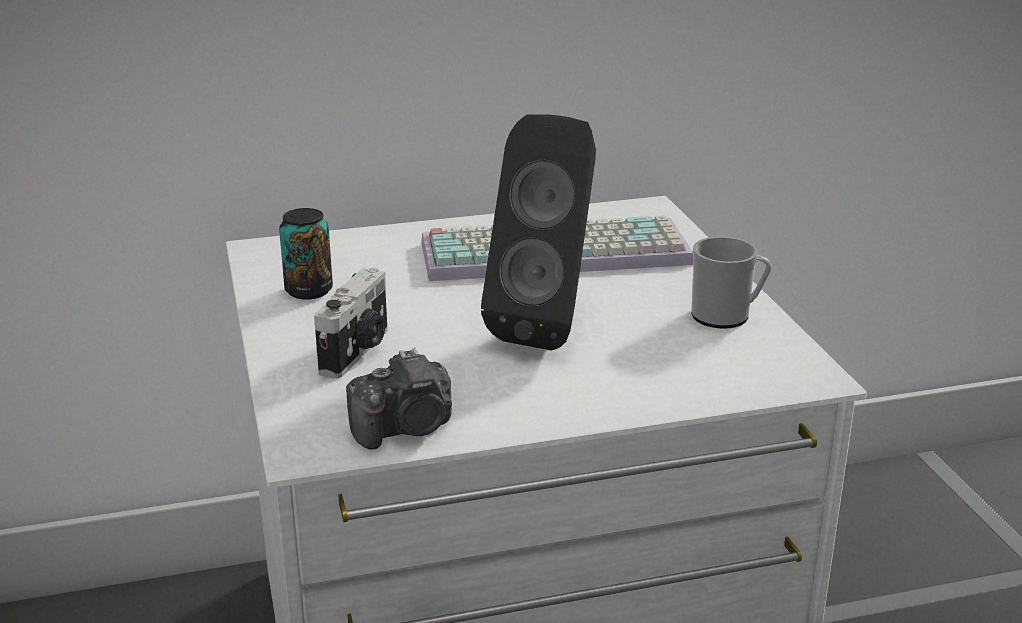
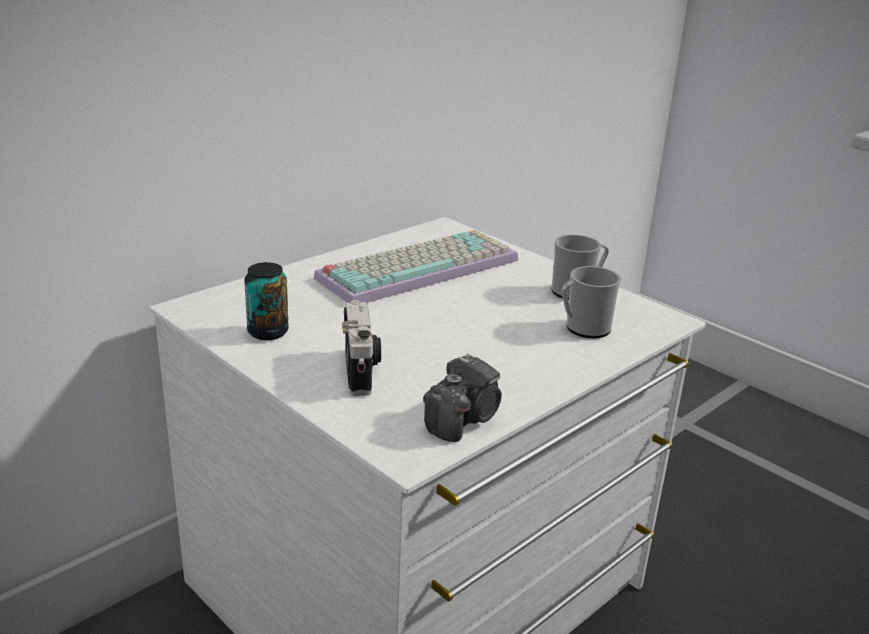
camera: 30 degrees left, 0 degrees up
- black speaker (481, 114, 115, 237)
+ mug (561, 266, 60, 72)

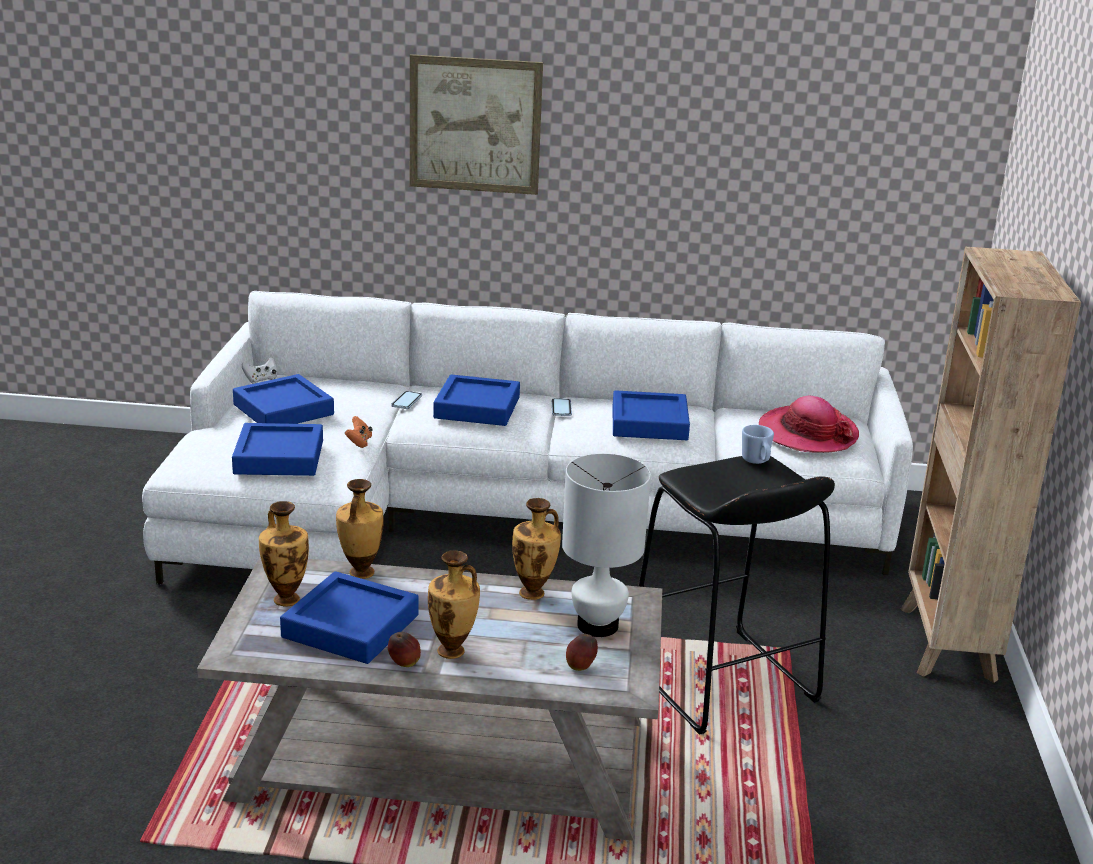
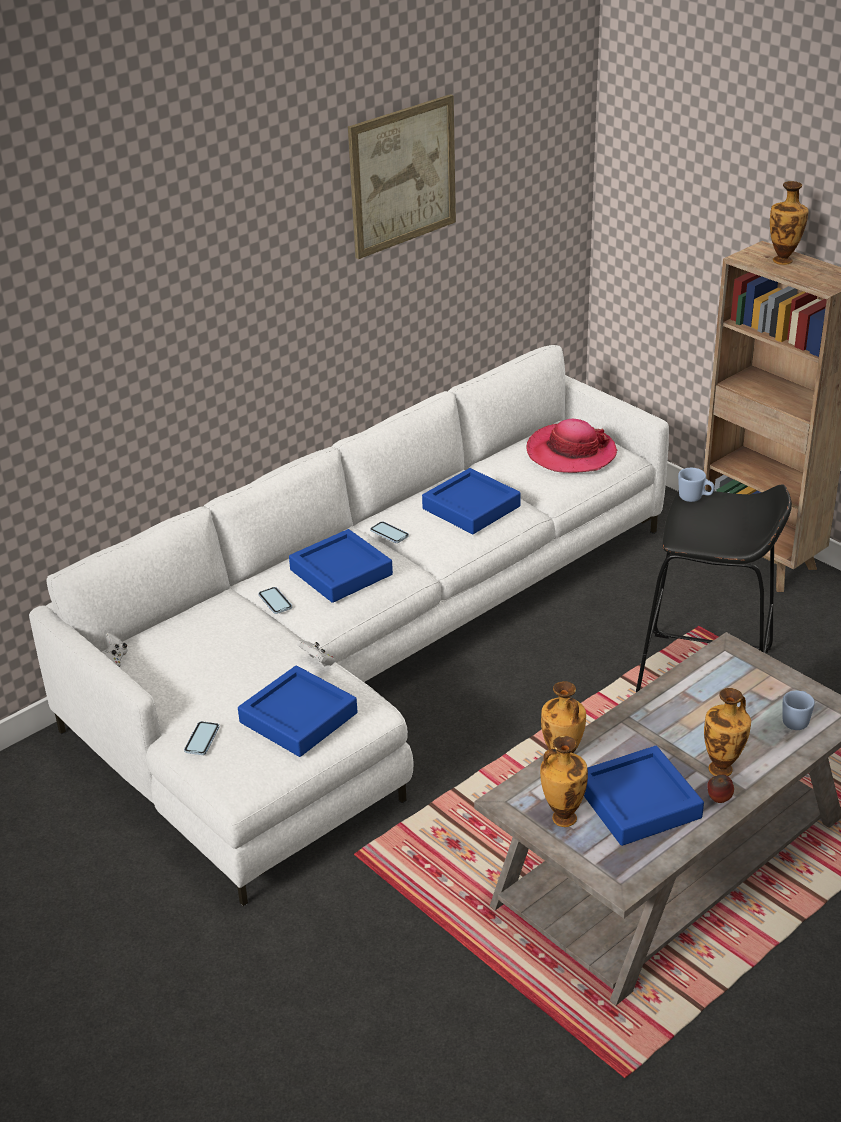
camera: 45 degrees left, 10 degrees up
- blue tray (233, 374, 101, 50)
- white table lamp (562, 454, 89, 183)
+ phone (184, 721, 36, 34)
~ picture (410, 54, 133, 141) to (348, 94, 108, 165)
~ vase (512, 498, 49, 102) to (770, 181, 39, 84)
~ apple (566, 634, 32, 37) to blue mug (782, 691, 33, 39)
~ orange game controller (345, 416, 28, 32) to white game controller (297, 640, 38, 26)

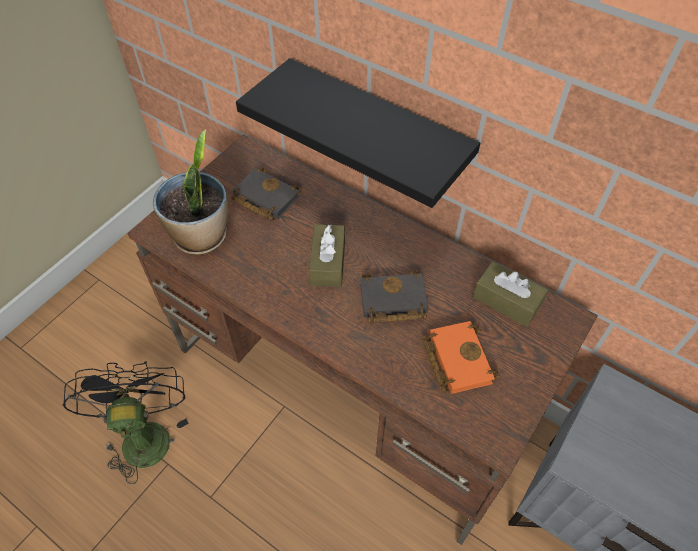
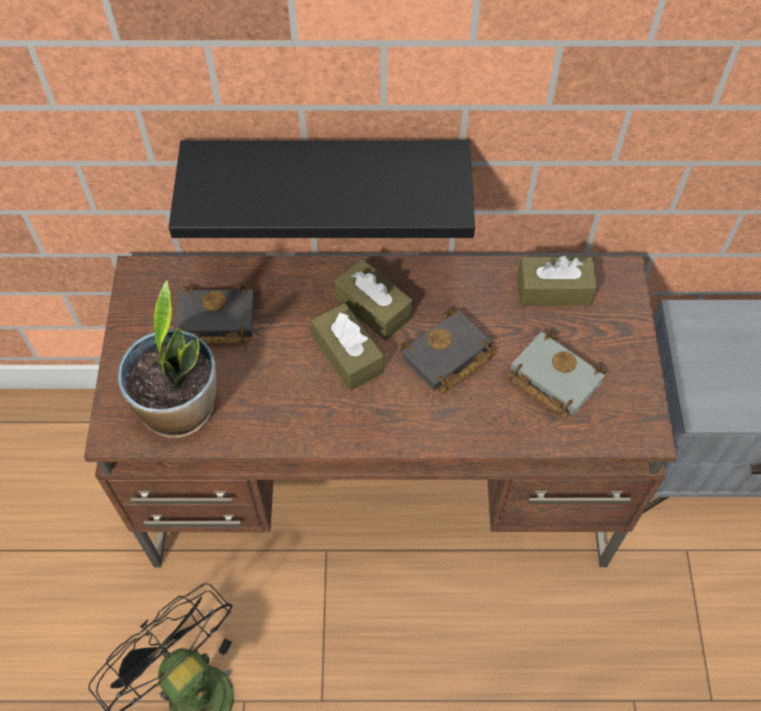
camera: 35 degrees left, 5 degrees up
+ brown tissue box (334, 259, 79, 81)
~ orange book (422, 321, 78, 73) to grey book (508, 331, 98, 87)

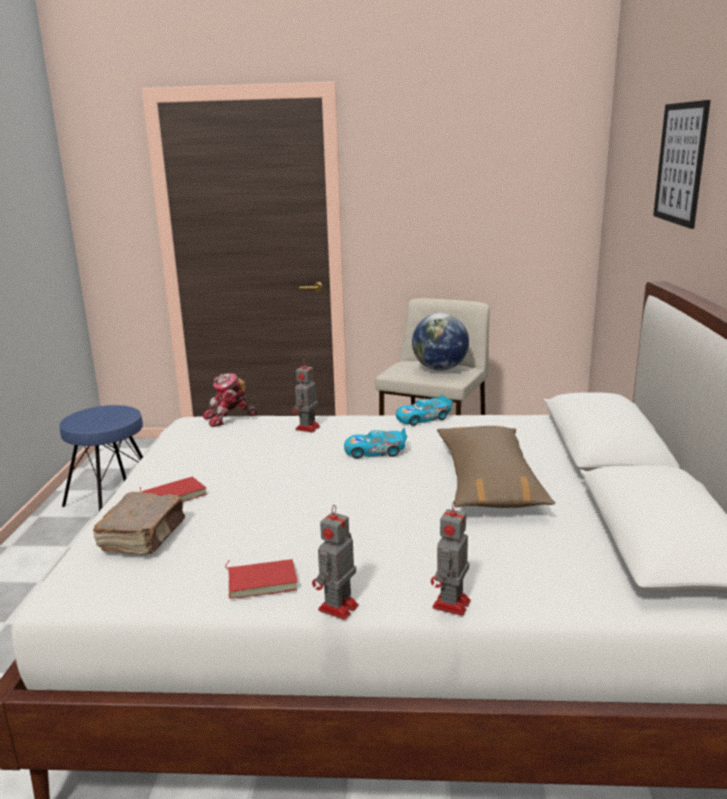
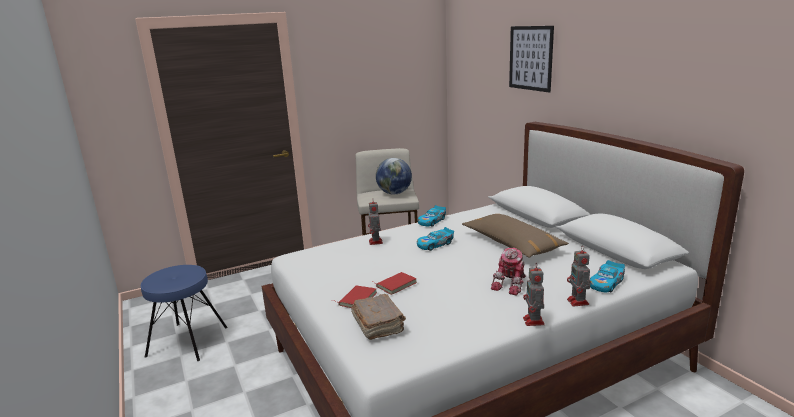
camera: 30 degrees left, 0 degrees up
+ toy car (590, 260, 35, 32)
~ toy robot (203, 373, 54, 54) to (491, 248, 35, 48)
~ red book (225, 559, 73, 40) to (373, 272, 44, 23)

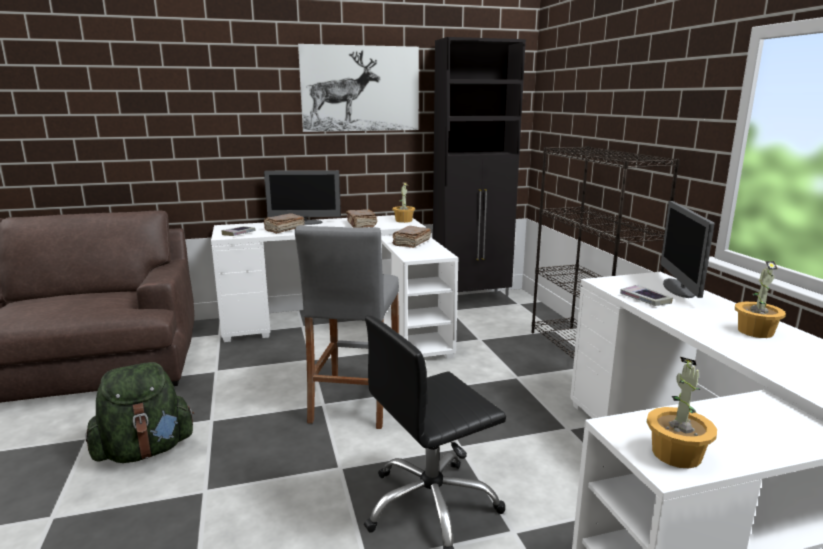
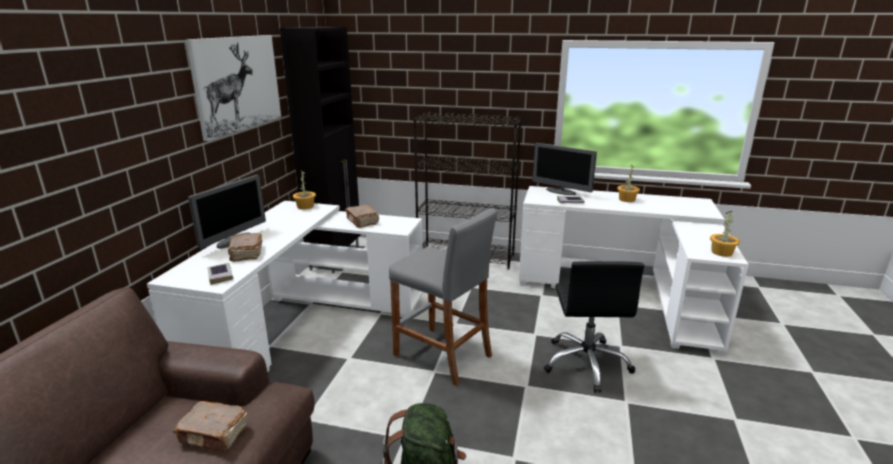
camera: 60 degrees left, 5 degrees up
~ brown book (346, 209, 31, 19) to (173, 401, 75, 51)

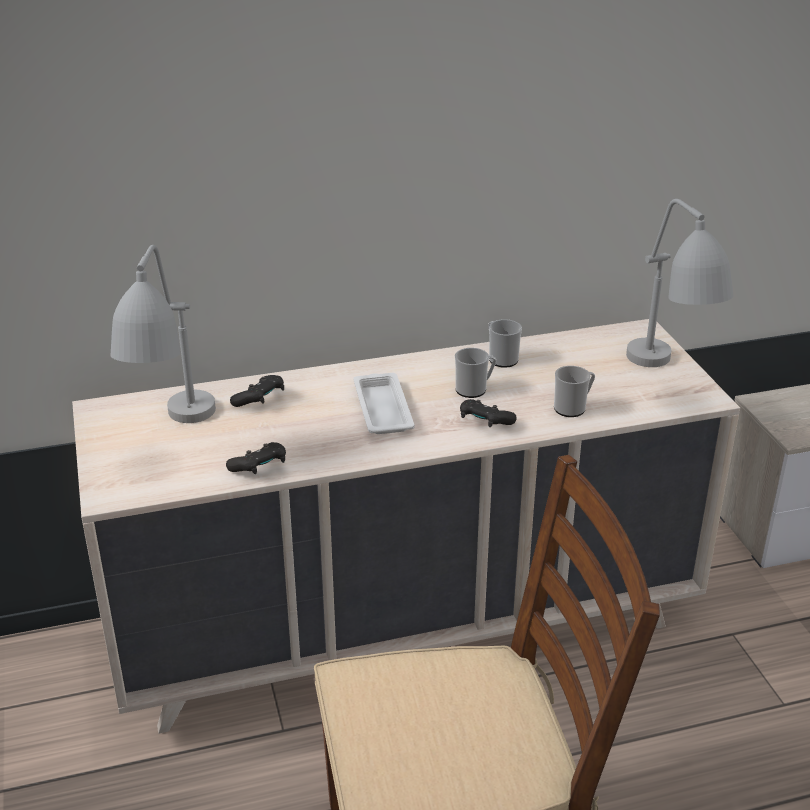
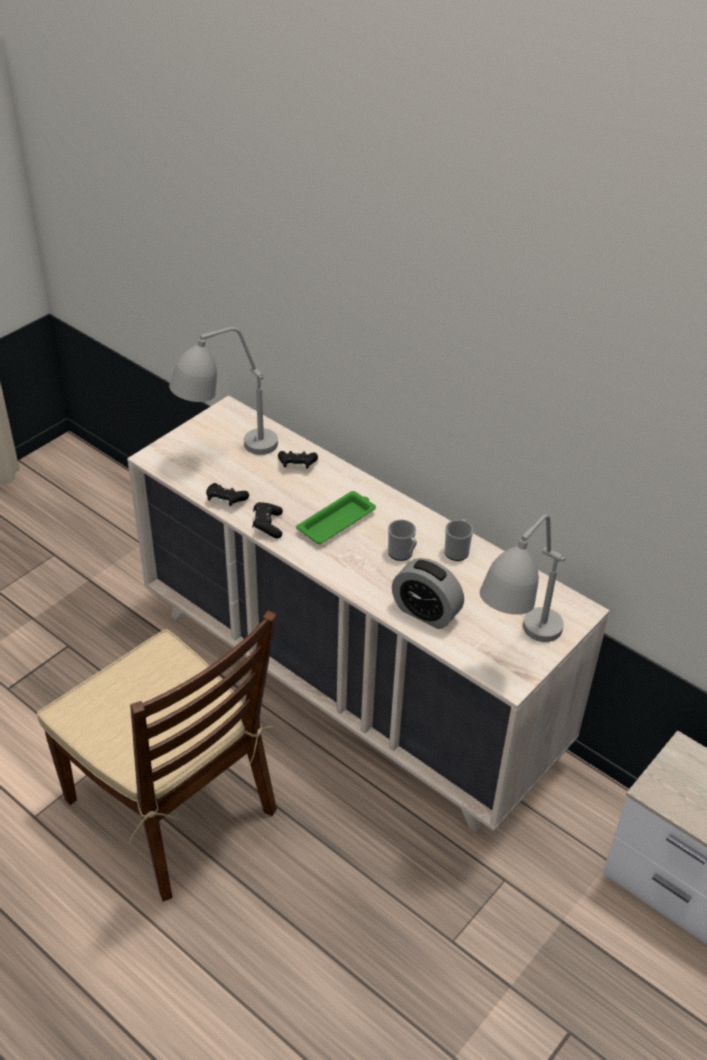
camera: 55 degrees right, 10 degrees up
~ black game controller (460, 399, 57, 28) to (252, 502, 31, 36)
~ mug (554, 366, 41, 51) to alarm clock (392, 558, 72, 71)
~ white tray (353, 373, 62, 61) to green tray (296, 491, 80, 53)

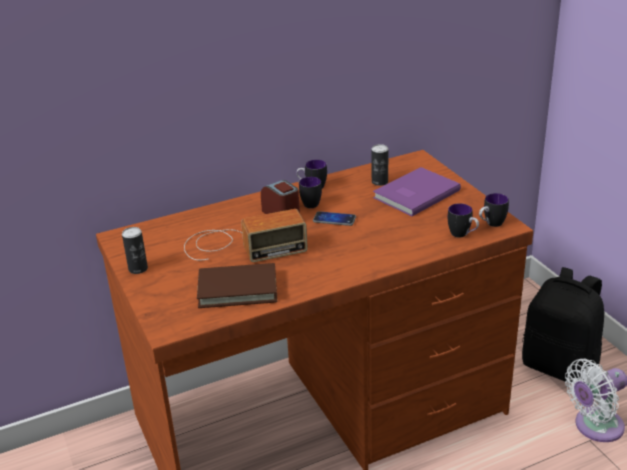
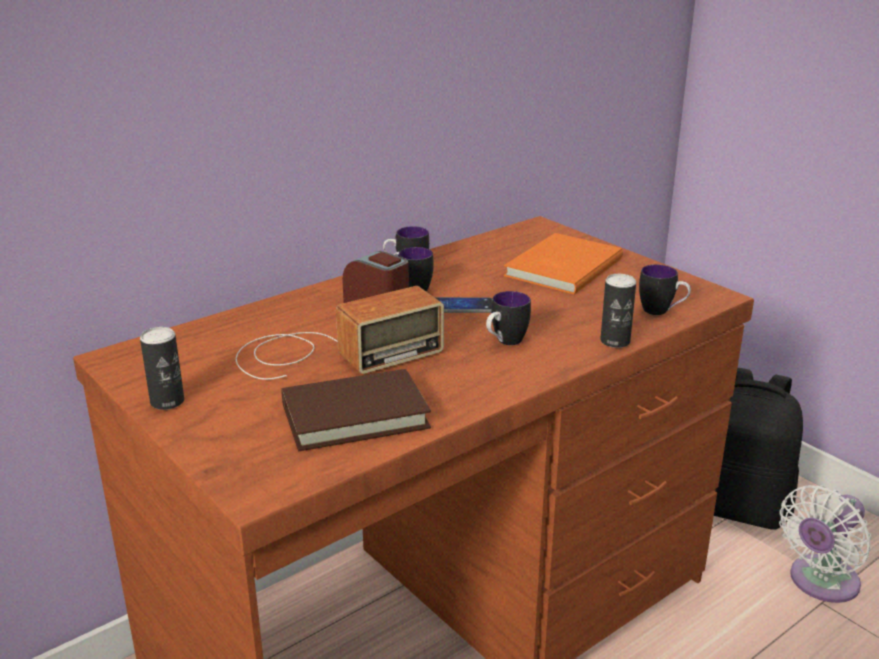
camera: 15 degrees left, 5 degrees down
~ can (372, 144, 16, 42) to (600, 274, 36, 74)
~ mug (479, 193, 30, 34) to (486, 291, 45, 54)
~ purple book (373, 167, 88, 49) to orange book (504, 233, 119, 61)

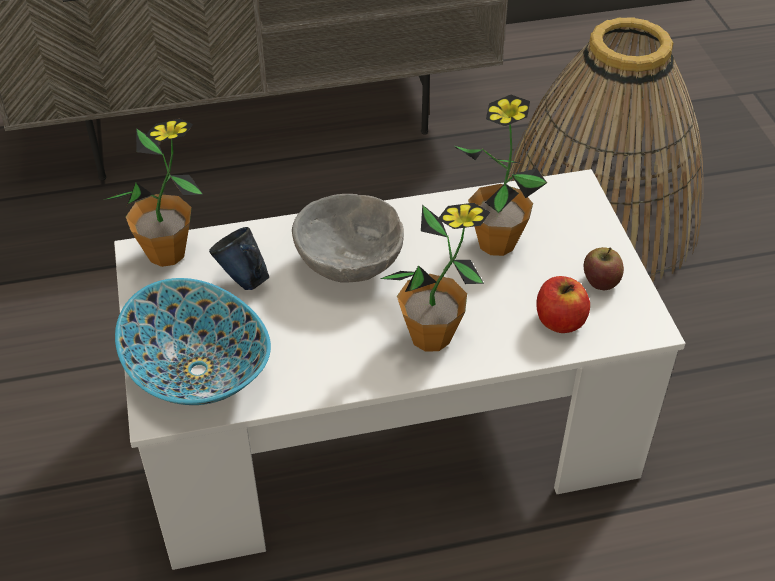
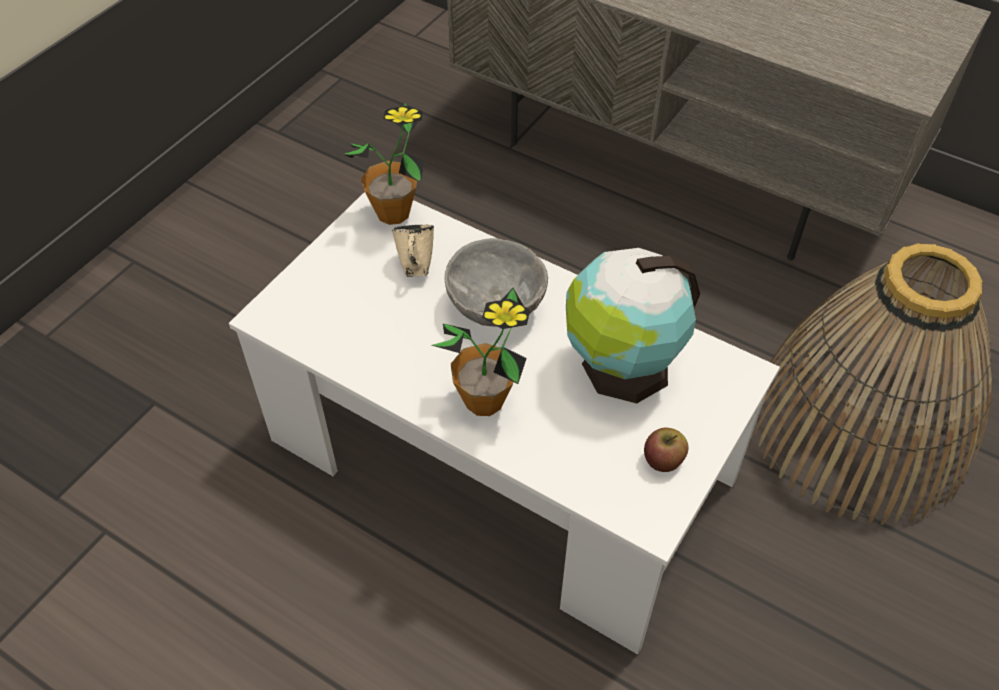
camera: 45 degrees right, 5 degrees up
- bowl (115, 278, 156, 127)
- apple (536, 276, 54, 57)
~ potted plant (454, 95, 93, 161) to globe (566, 248, 134, 156)
~ blue mug (209, 227, 60, 63) to beige mug (392, 225, 42, 52)

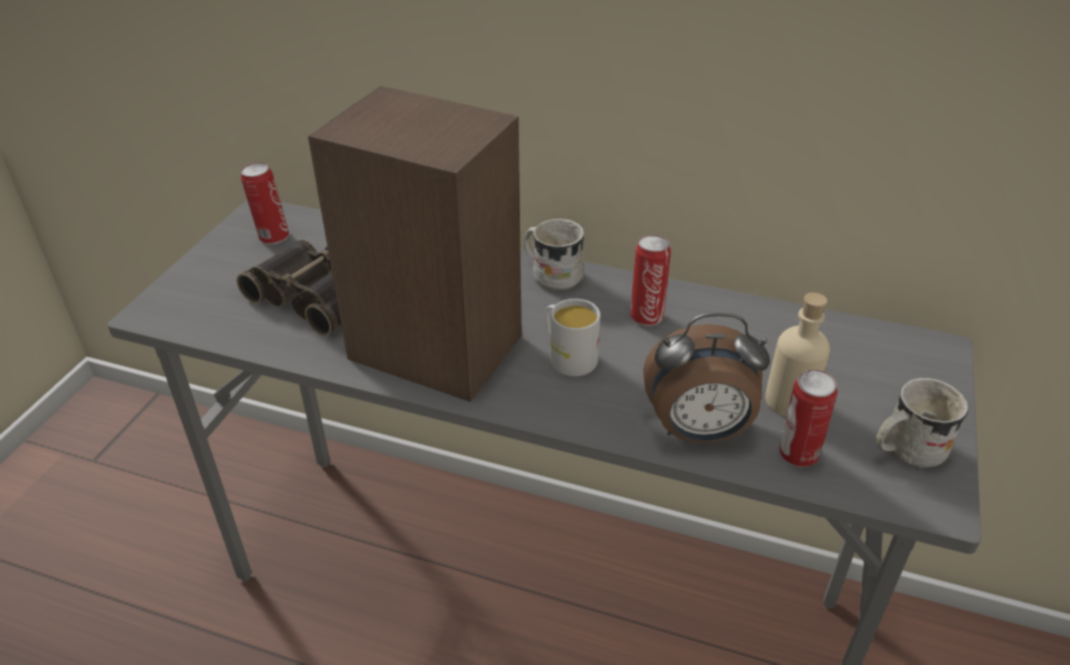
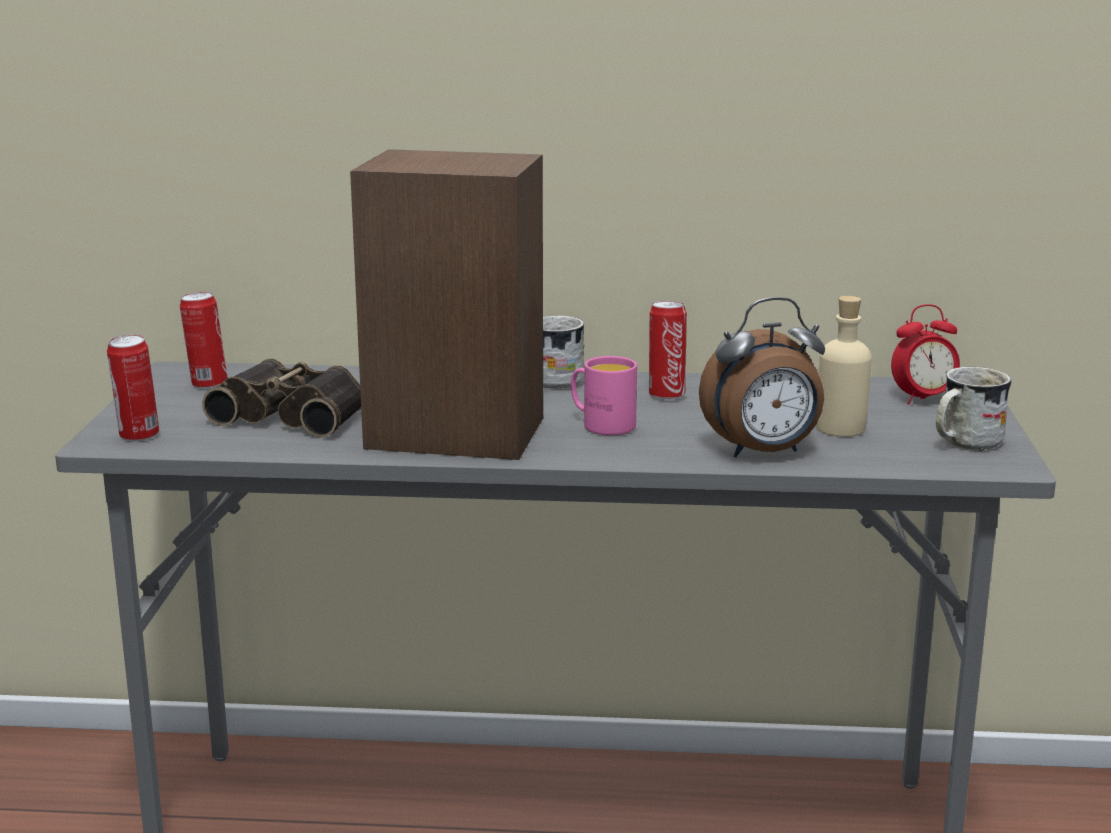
camera: 15 degrees left, 20 degrees down
+ alarm clock (891, 304, 69, 101)
~ can (780, 369, 57, 98) to (107, 335, 52, 107)
~ white mug (545, 299, 56, 77) to pink mug (571, 356, 66, 79)

